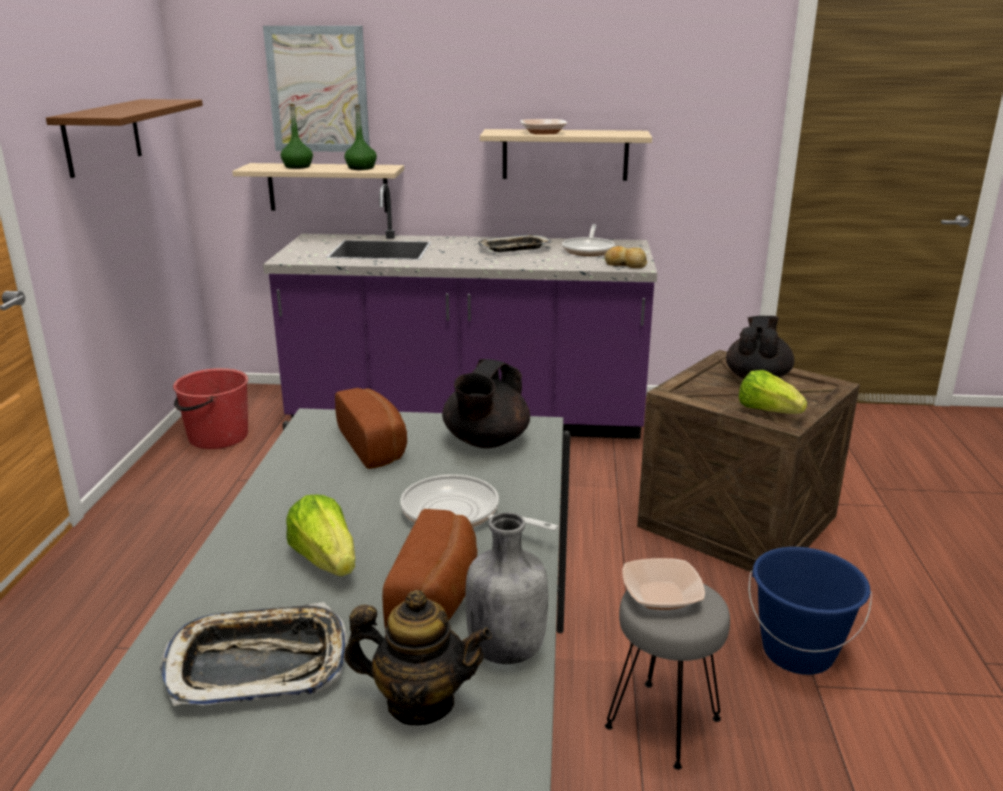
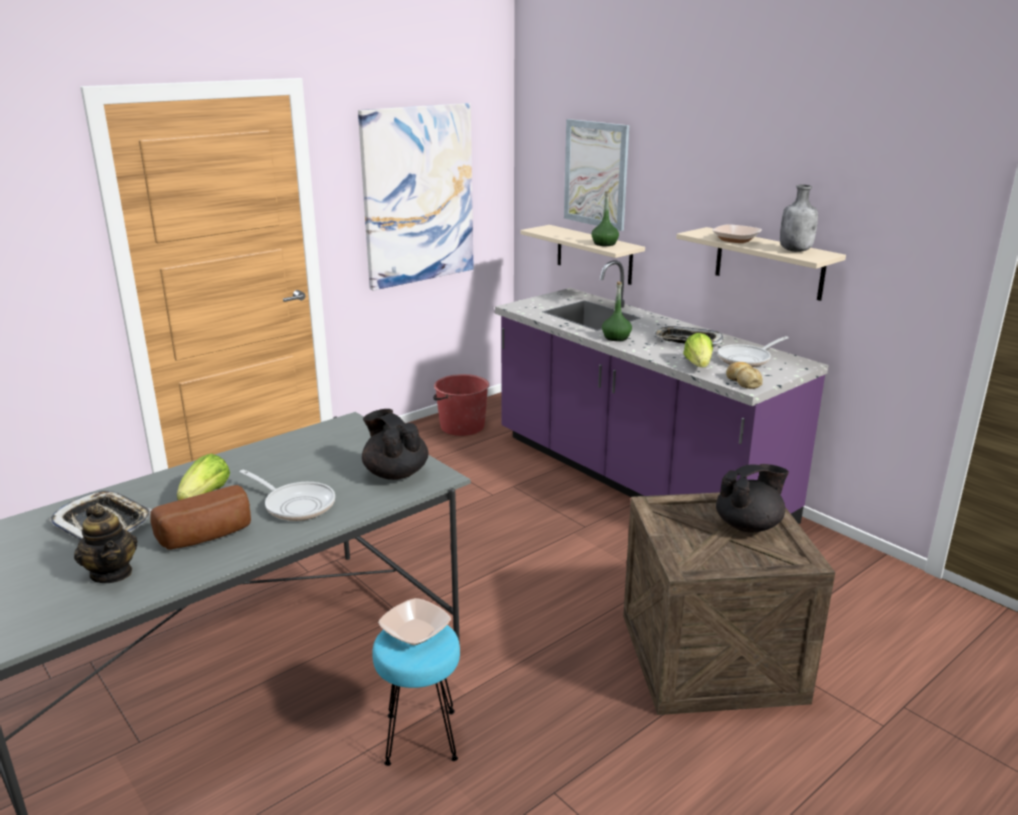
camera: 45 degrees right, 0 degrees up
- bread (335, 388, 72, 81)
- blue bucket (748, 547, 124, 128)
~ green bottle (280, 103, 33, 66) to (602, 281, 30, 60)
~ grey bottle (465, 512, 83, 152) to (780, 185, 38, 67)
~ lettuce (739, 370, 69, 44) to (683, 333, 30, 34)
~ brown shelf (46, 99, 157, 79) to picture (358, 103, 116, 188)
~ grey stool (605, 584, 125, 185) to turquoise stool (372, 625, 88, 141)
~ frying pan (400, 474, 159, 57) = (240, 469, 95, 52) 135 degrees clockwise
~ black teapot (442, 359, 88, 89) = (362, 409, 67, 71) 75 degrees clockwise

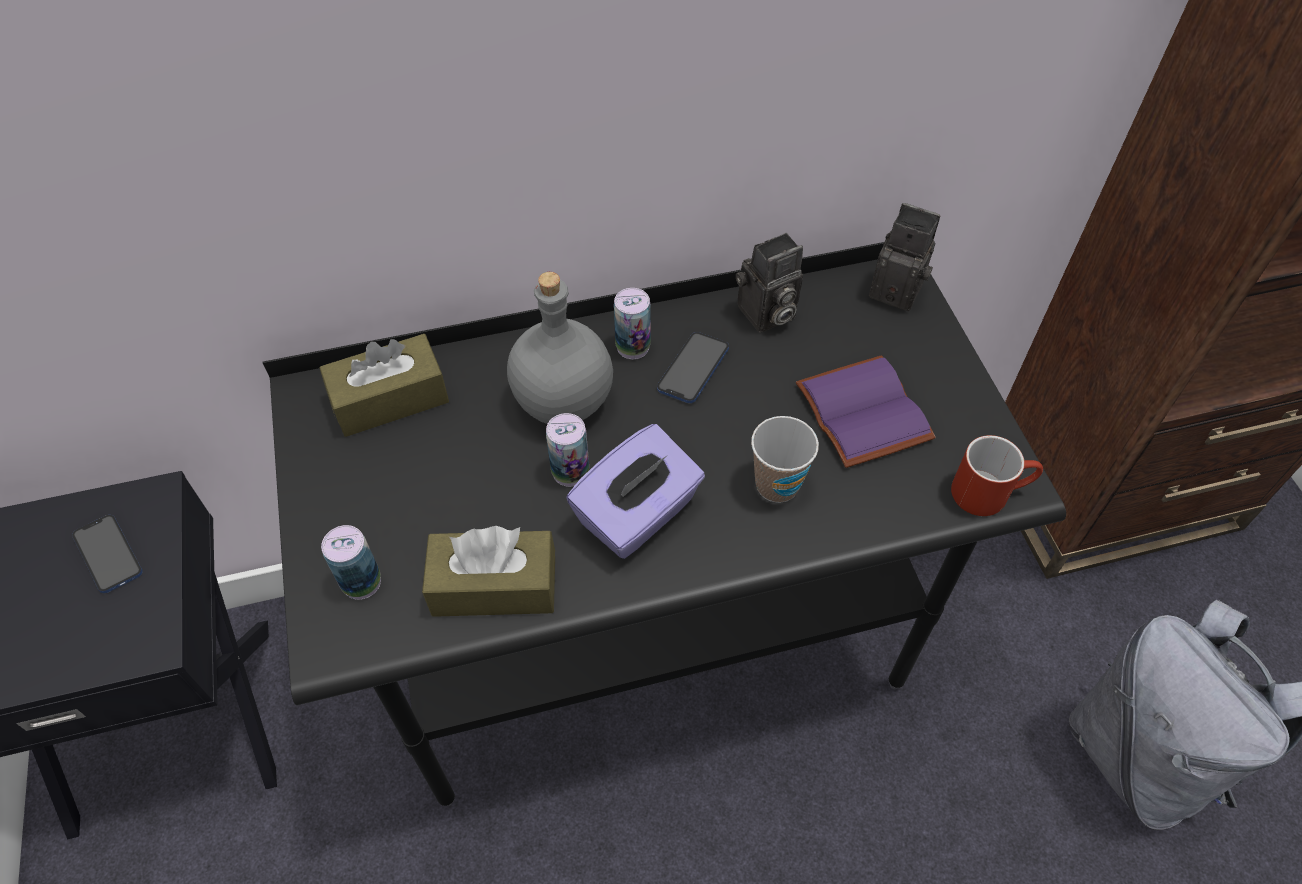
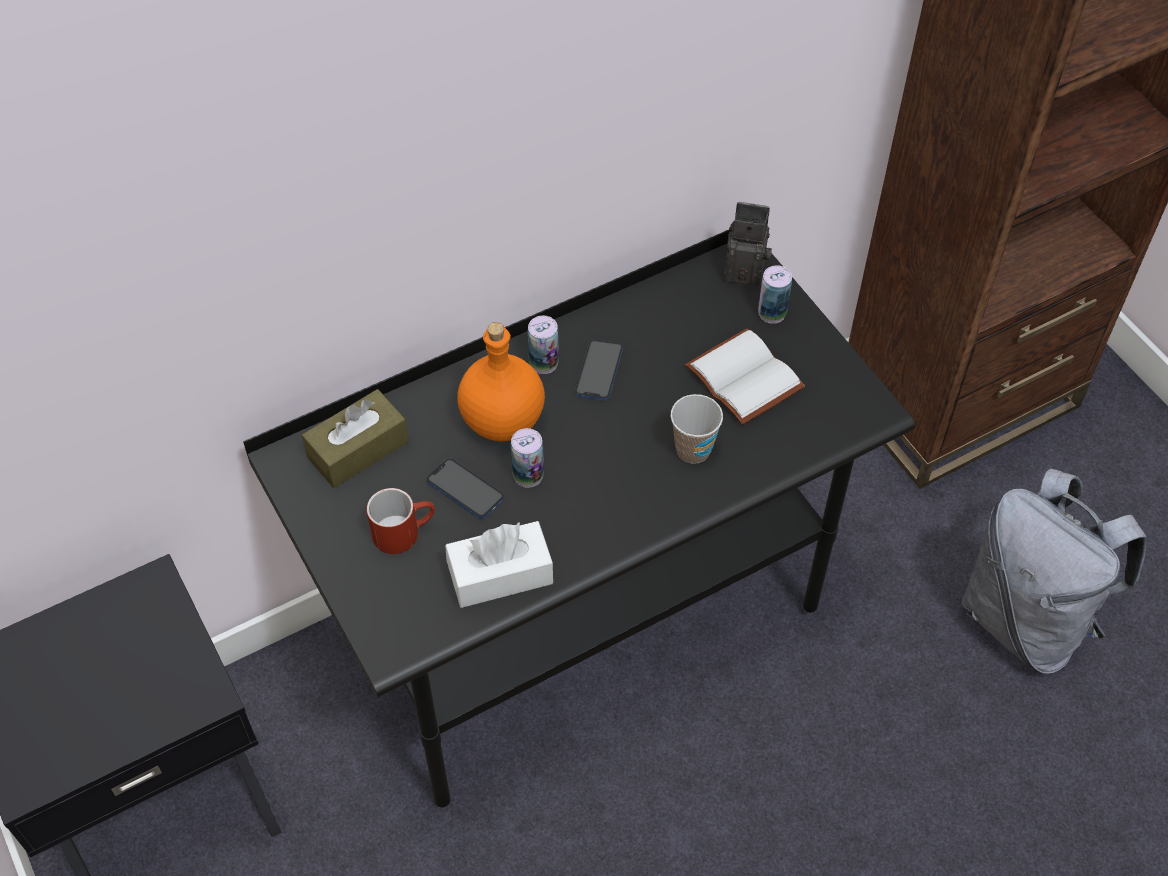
camera: 15 degrees left, 0 degrees up
- purple tissue box (566, 424, 139, 135)
- photo camera (736, 233, 67, 100)
~ phone (72, 515, 71, 78) to (427, 458, 77, 61)
~ can (321, 525, 60, 75) to (758, 265, 34, 59)
~ red mug (951, 435, 92, 81) to (367, 488, 68, 66)
~ brown tissue box (422, 526, 133, 91) to white tissue box (445, 521, 108, 87)
~ grey bottle (507, 272, 106, 152) to orange bottle (457, 322, 88, 120)
~ purple book (796, 355, 140, 113) to white book (685, 328, 120, 97)

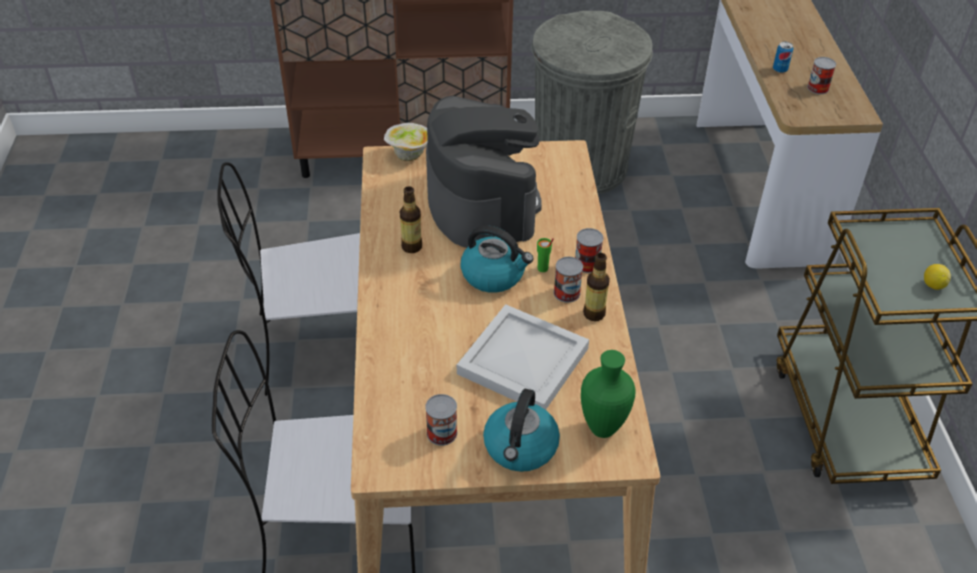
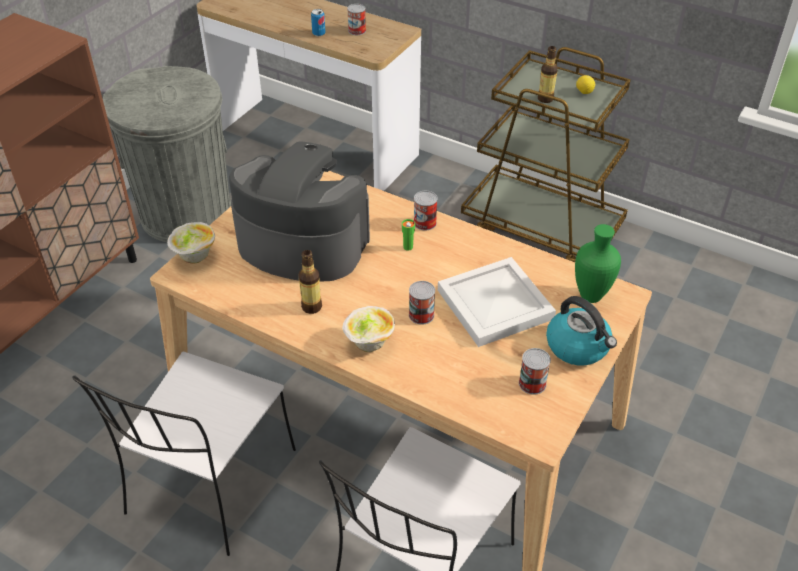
camera: 55 degrees left, 0 degrees up
- kettle (461, 225, 73, 68)
+ bowl (342, 306, 53, 46)
~ can (554, 257, 29, 46) to (409, 281, 26, 44)
~ bottle (583, 253, 27, 68) to (538, 46, 20, 57)

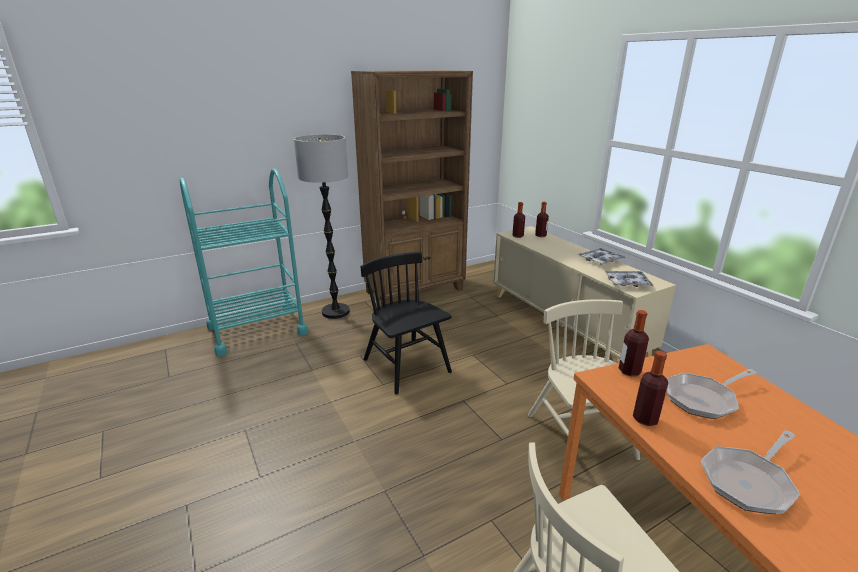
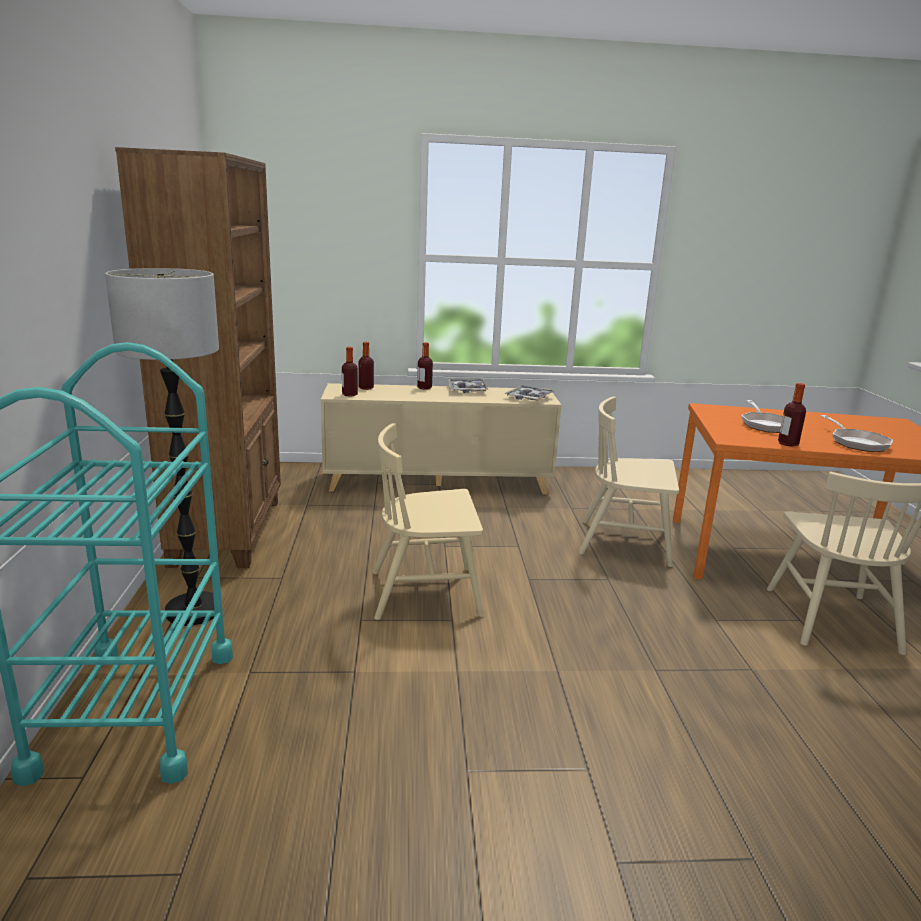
camera: 65 degrees left, 5 degrees down
~ bottle (619, 310, 30, 66) to (417, 342, 16, 48)
~ black chair (361, 252, 91, 142) to beige chair (372, 423, 112, 197)

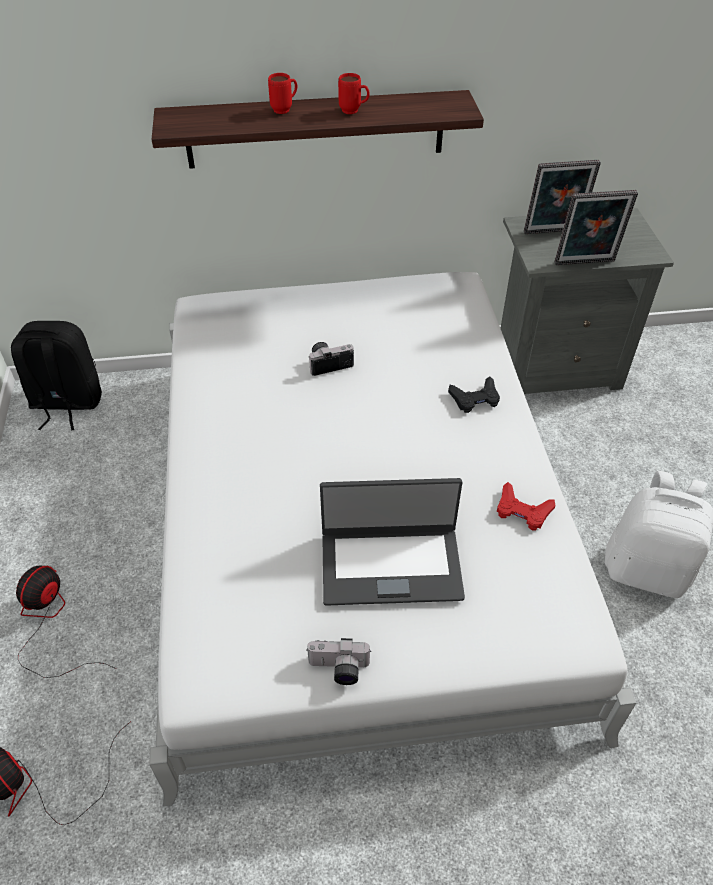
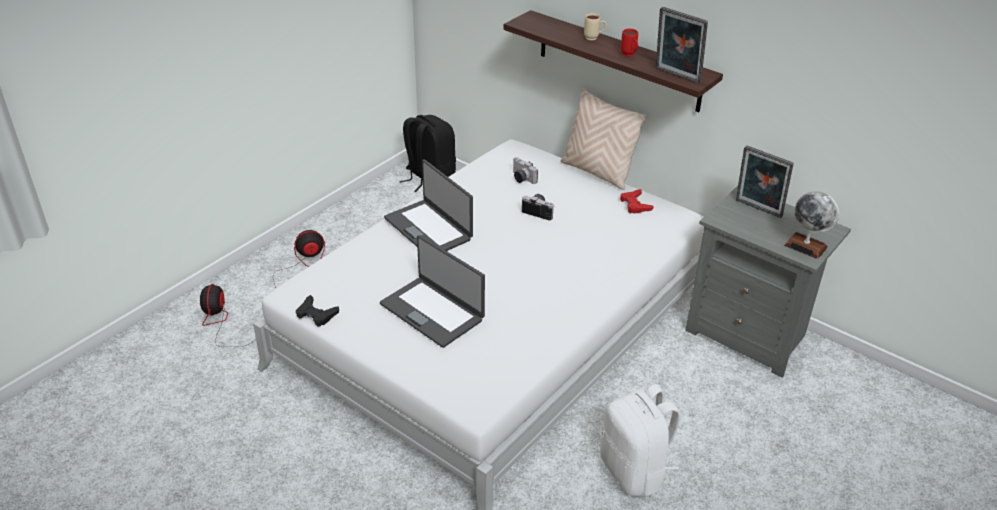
camera: 45 degrees right, 10 degrees down
+ laptop (384, 159, 89, 92)
+ beige pillow (561, 88, 86, 102)
+ globe (784, 191, 55, 68)
~ photo camera (306, 638, 65, 47) to (513, 157, 25, 27)
~ black game controller (448, 376, 52, 37) to (296, 295, 43, 32)
~ red game controller (497, 482, 58, 49) to (620, 189, 34, 25)
~ picture frame (555, 190, 83, 75) to (656, 7, 52, 77)
~ red mug (268, 73, 29, 41) to beige mug (584, 13, 23, 27)

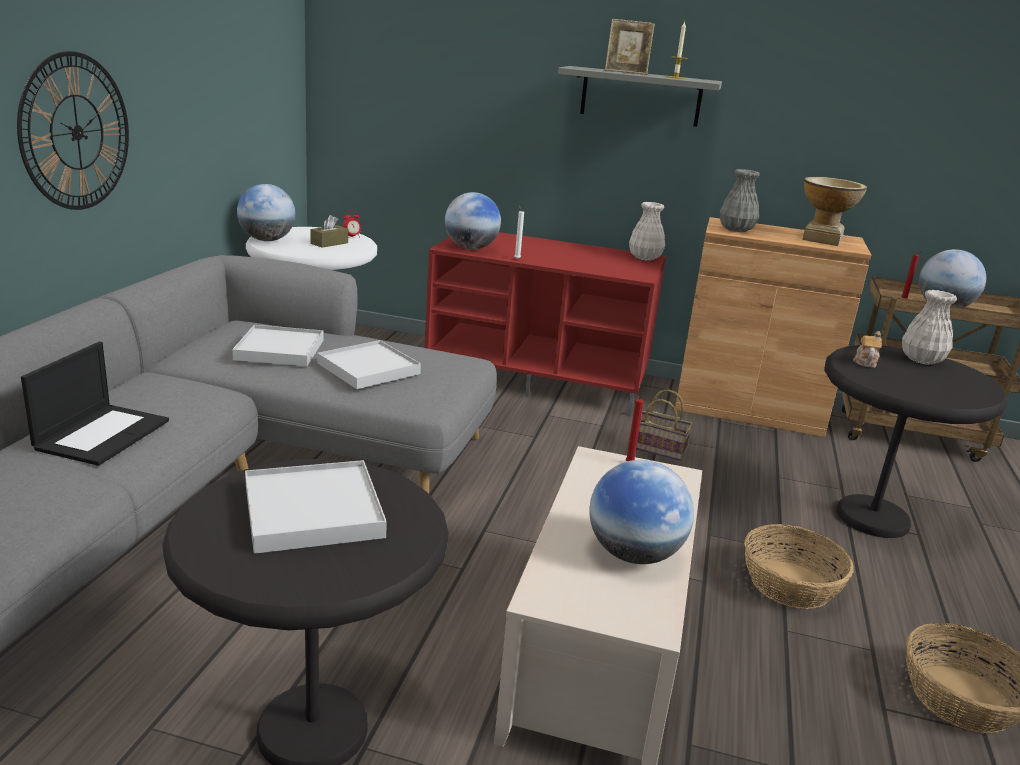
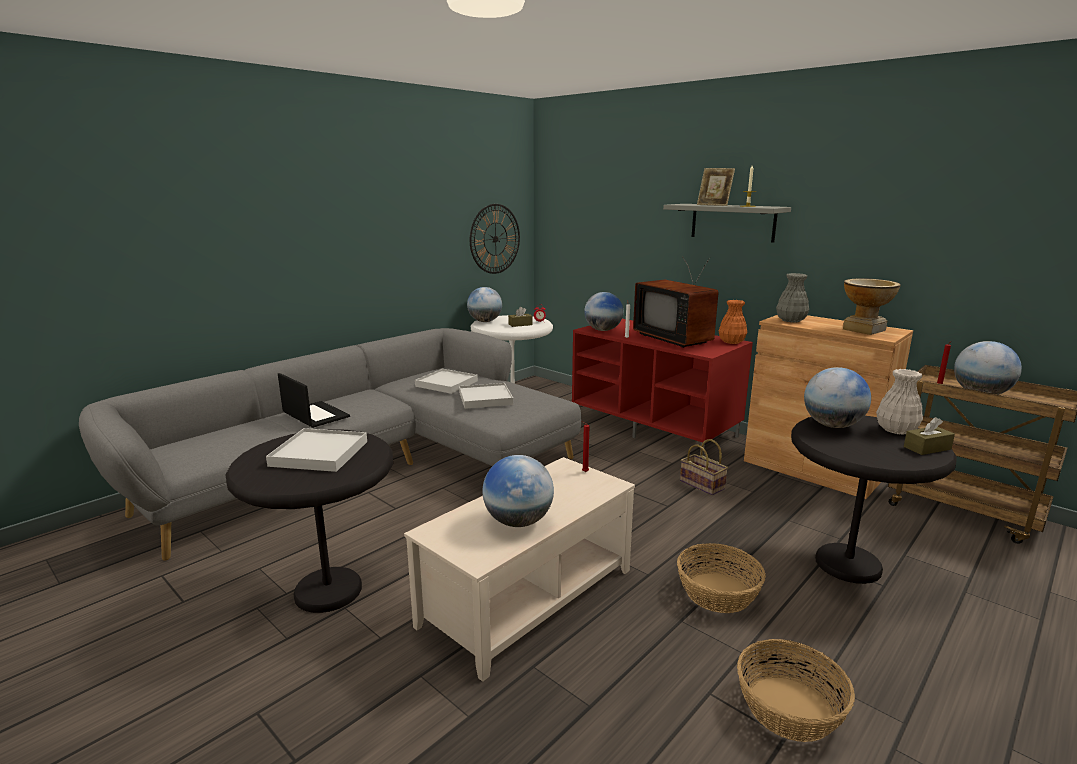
camera: 30 degrees right, 5 degrees down
+ television (633, 257, 86, 91)
+ brown tissue box (904, 417, 51, 38)
~ wall clock (17, 51, 112, 159) to (470, 204, 50, 70)
~ teapot (853, 331, 29, 37) to globe (804, 367, 67, 61)
~ white vase (629, 202, 36, 59) to orange vase (719, 300, 28, 44)
~ laptop (21, 342, 148, 124) = (278, 373, 72, 55) 90 degrees counterclockwise

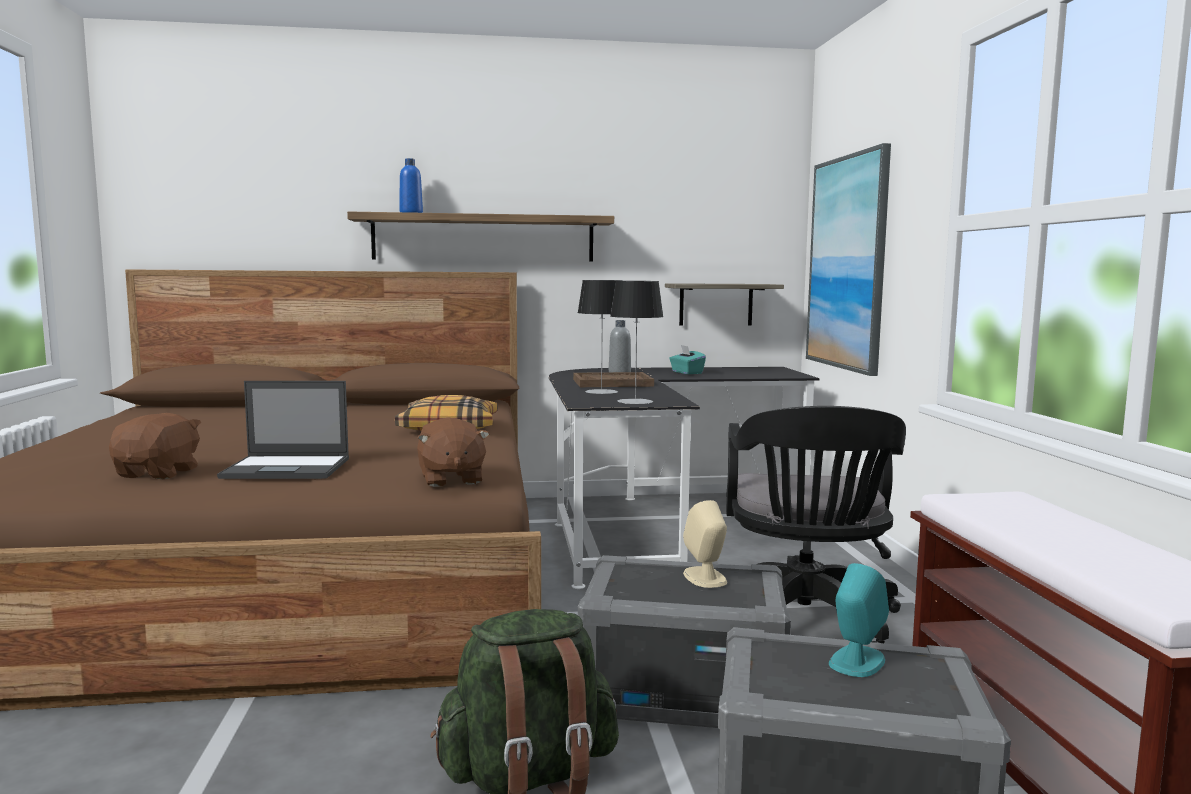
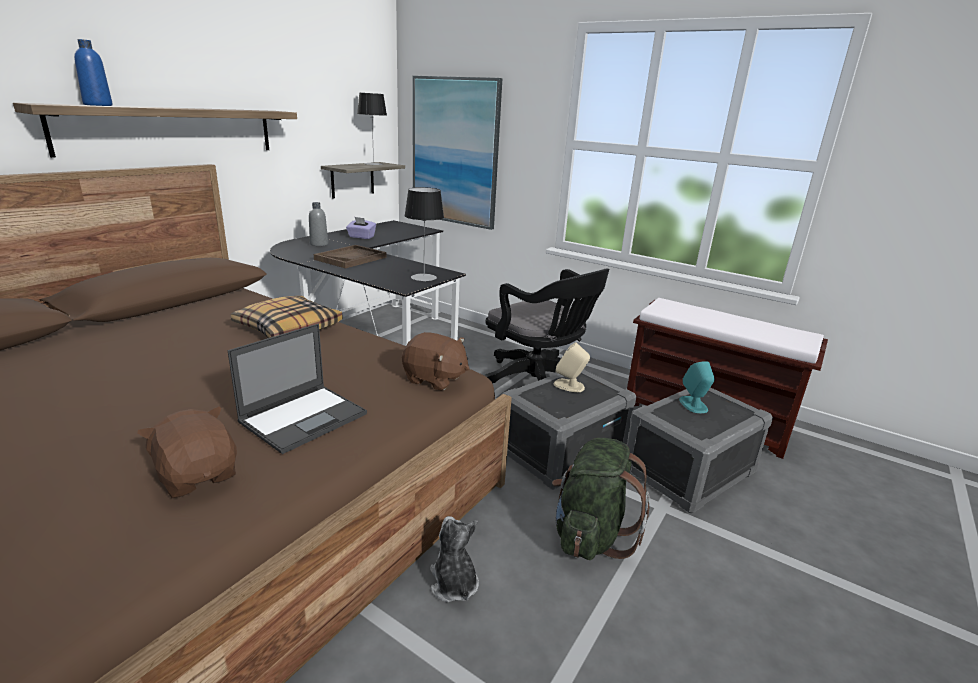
camera: 50 degrees left, 15 degrees up
+ plush toy (430, 516, 49, 86)
~ table lamp (578, 280, 45, 114) to (357, 93, 30, 72)
~ turquoise tissue box (669, 345, 37, 29) to purple tissue box (346, 217, 30, 22)

